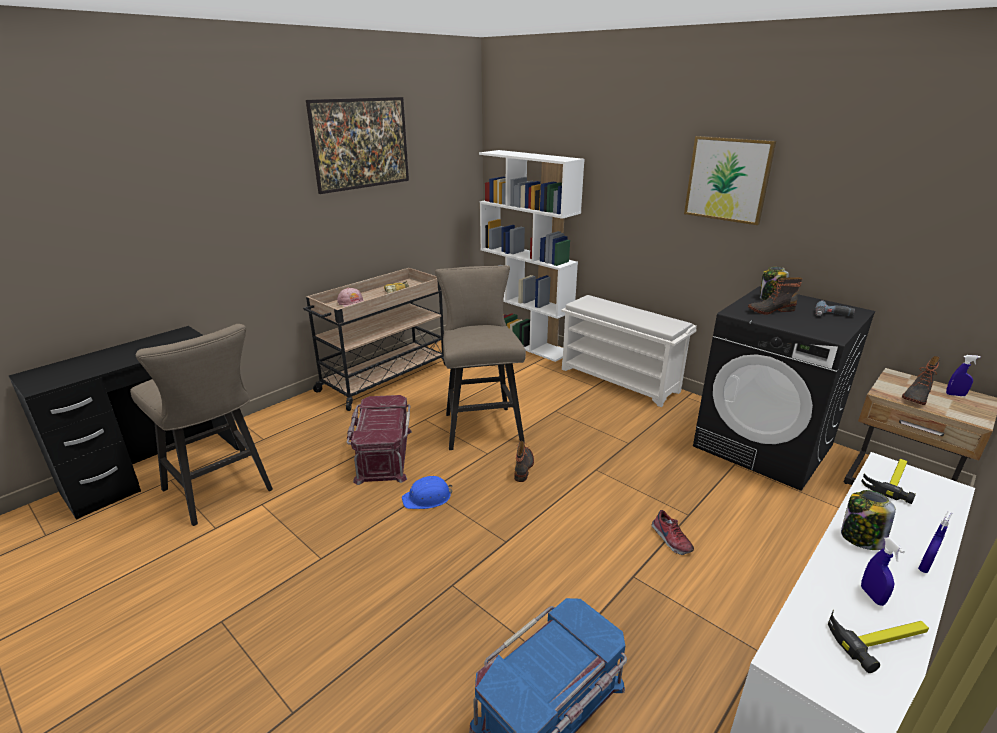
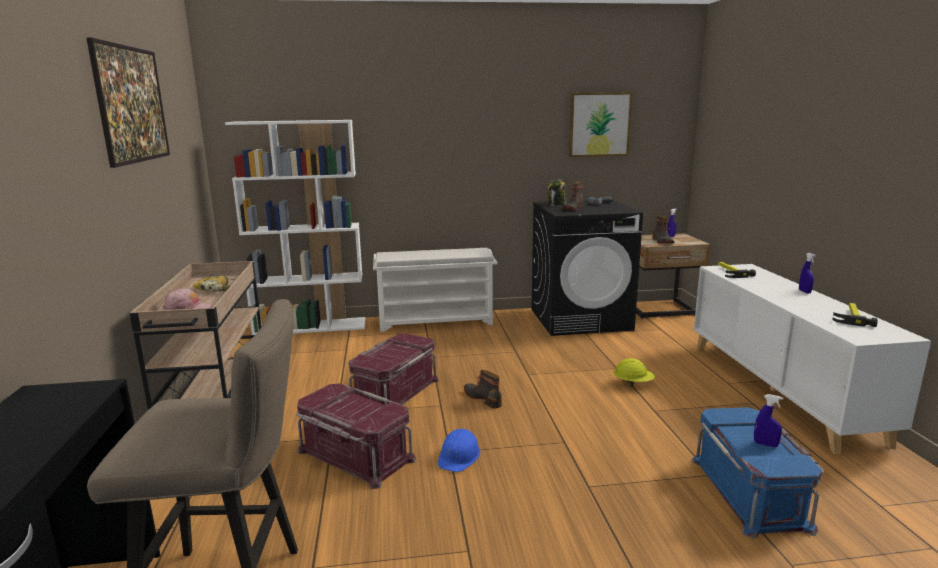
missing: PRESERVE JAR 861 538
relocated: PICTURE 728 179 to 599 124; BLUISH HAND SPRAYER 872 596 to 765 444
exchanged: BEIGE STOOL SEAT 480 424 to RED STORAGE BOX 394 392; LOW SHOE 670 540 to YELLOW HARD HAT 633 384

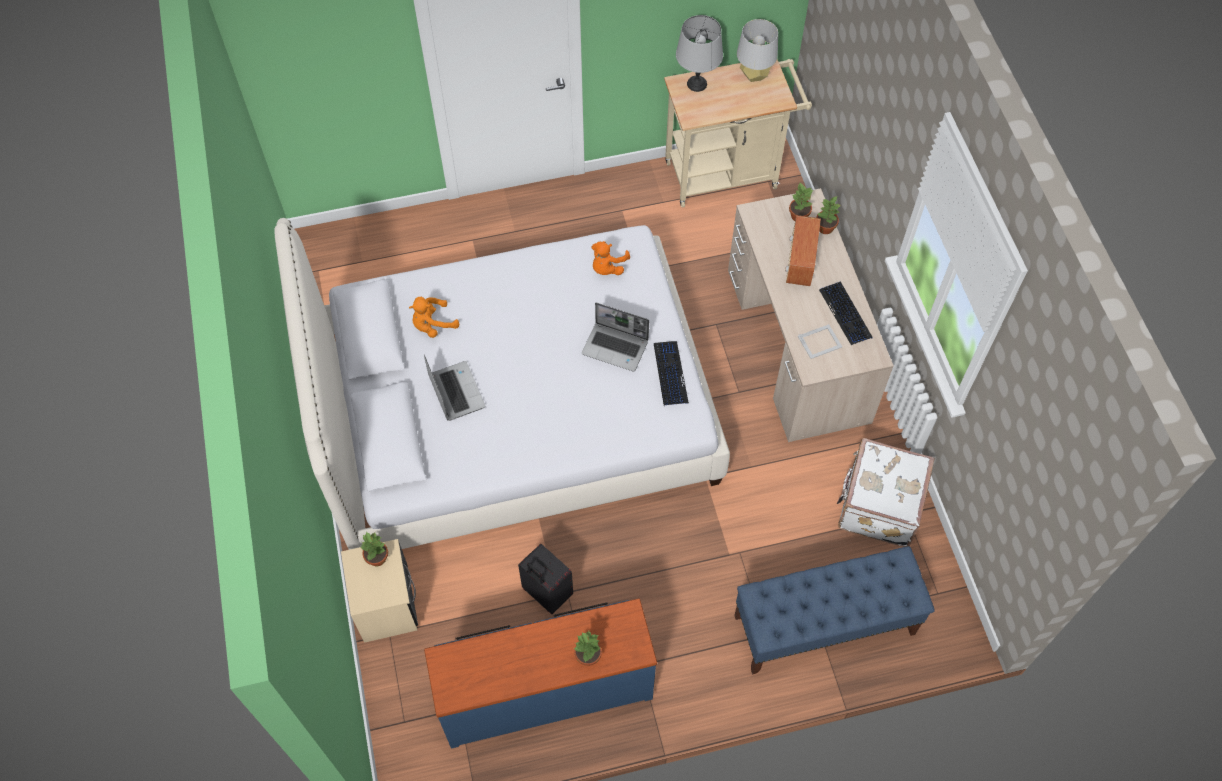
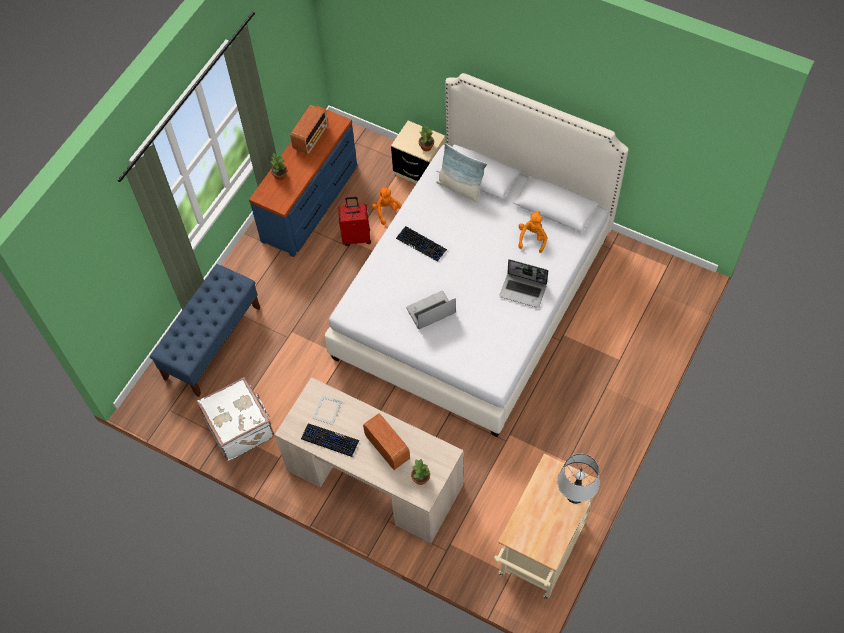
missing: GRAY LAMP FOR A TABLE 754 75; POTTED PLANT 824 228
appeared: RADIO RECEIVER 311 138; CUSHION 460 188
relocated: LAPTOP 455 391 to 523 290; ORANGE-COLOURED PLUSH TOY 607 267 to 387 211; PC KEYBOARD 670 374 to 421 244
colour: BLACK-COLOURED SUITCASE 546 594 to RED SUITCASE 356 237

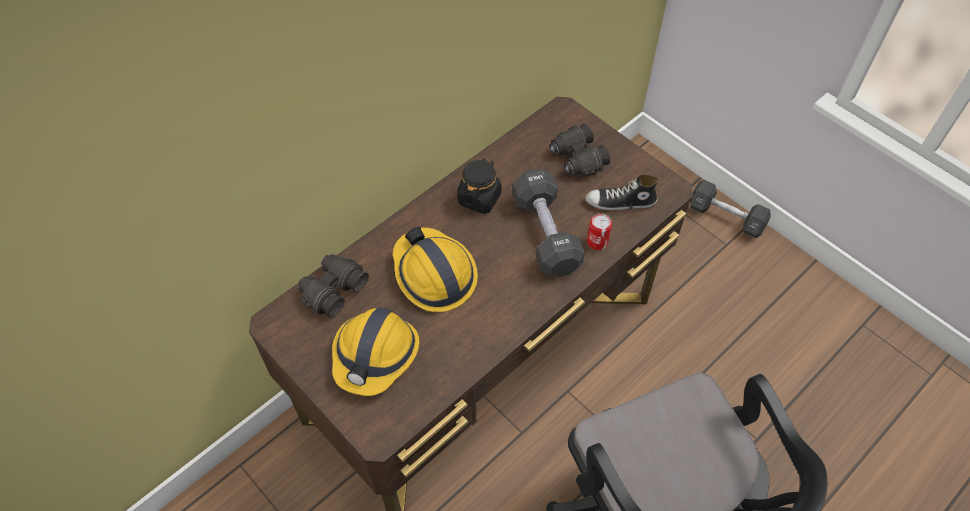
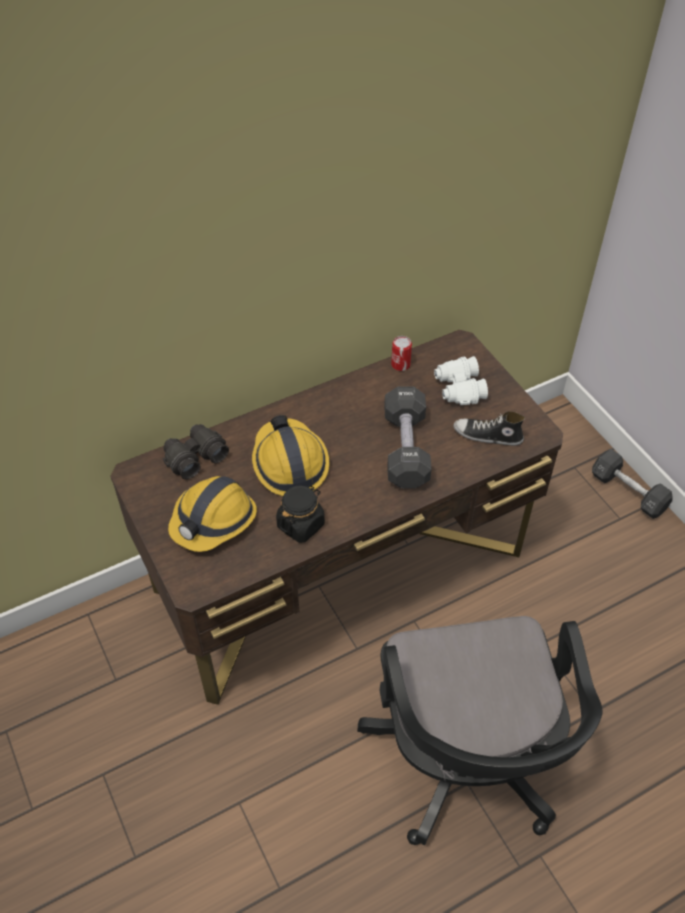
relocated: BLACK-COLOURED PRESERVE JAR 479 198 to 301 524; METAL CAN 597 242 to 400 364
colour: BLACK-COLOURED BINOCULARS 577 159 to WHITISH BINOCULARS 459 389

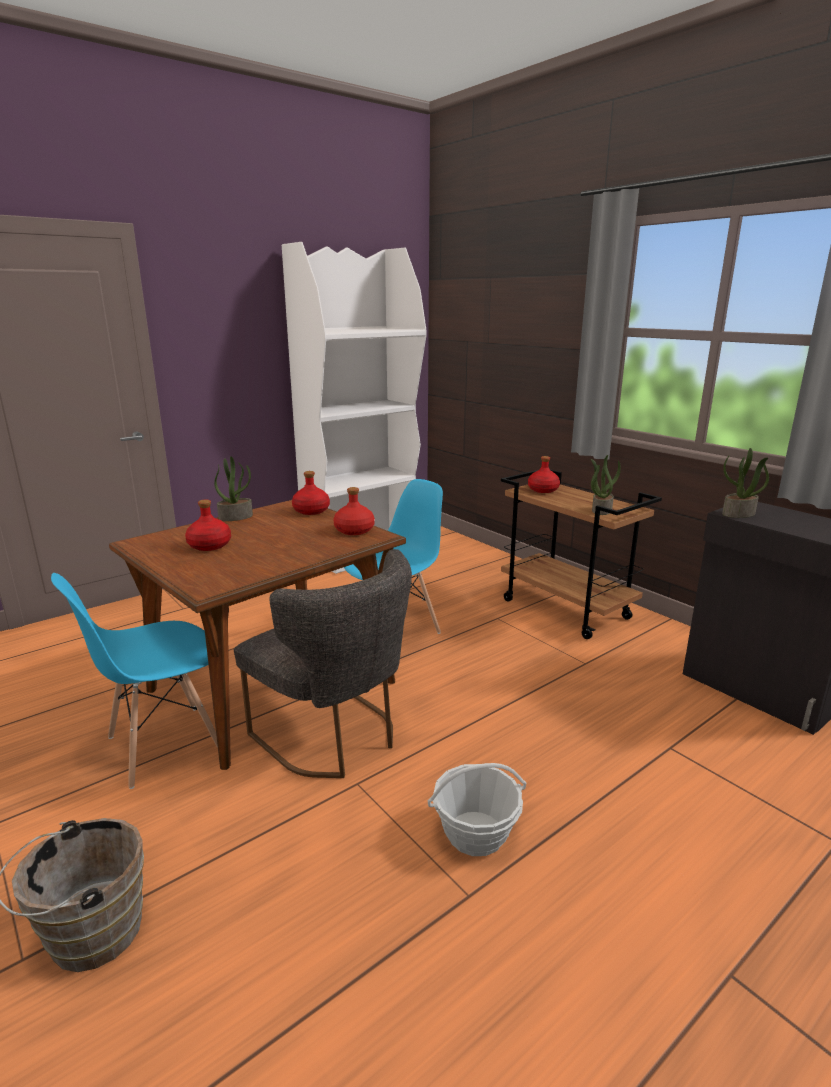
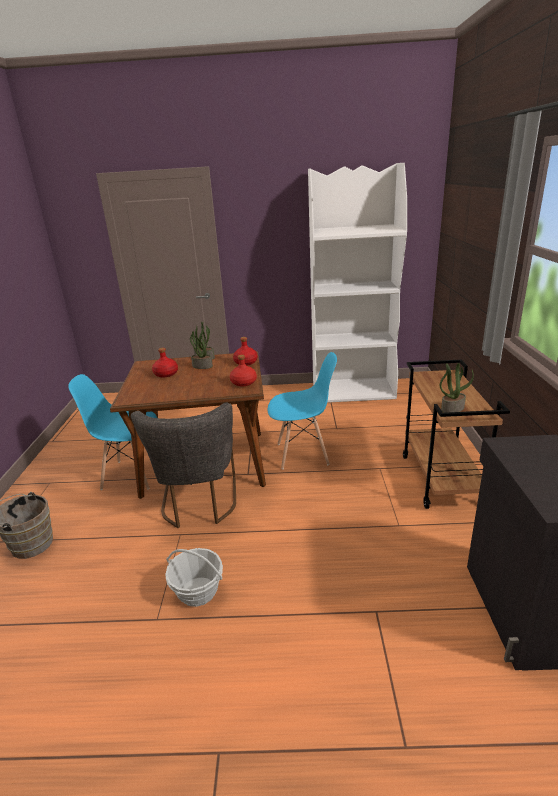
missing: RED BOTTLE 543 490
relocated: POTTED PLANT 738 514 to 202 366

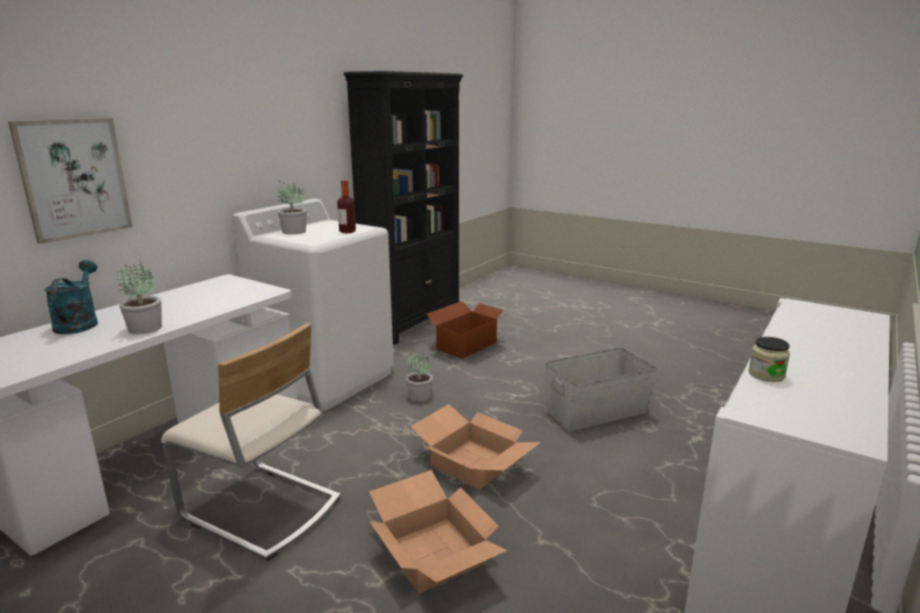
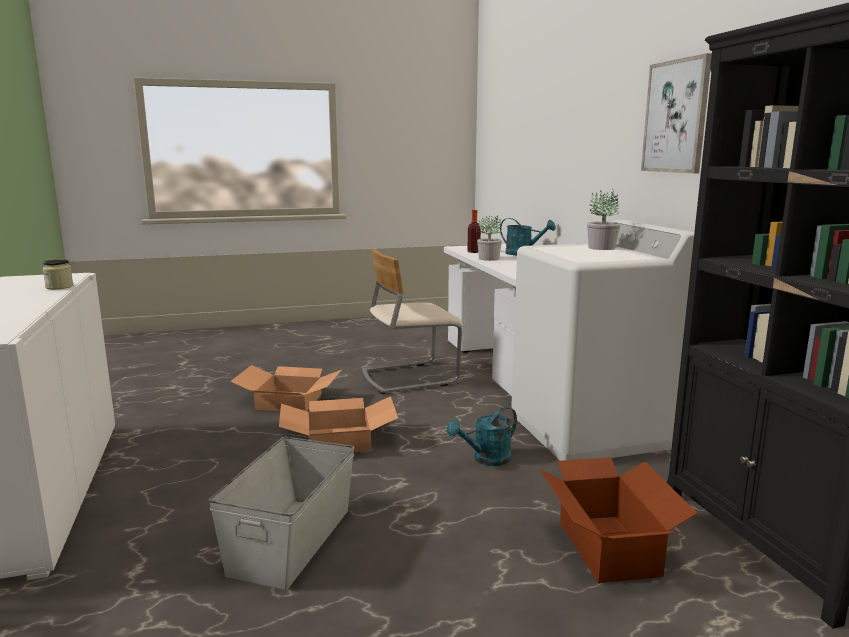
relocated: PICTURE 74 178 to 676 117; BOTTLE 347 232 to 473 252
exchanged: POTTED PLANT 419 395 to BLUE-GREEN SPRINKLING CAN 486 459

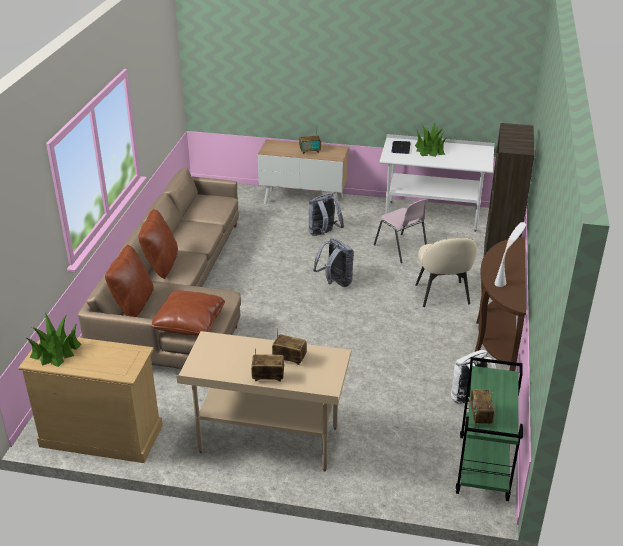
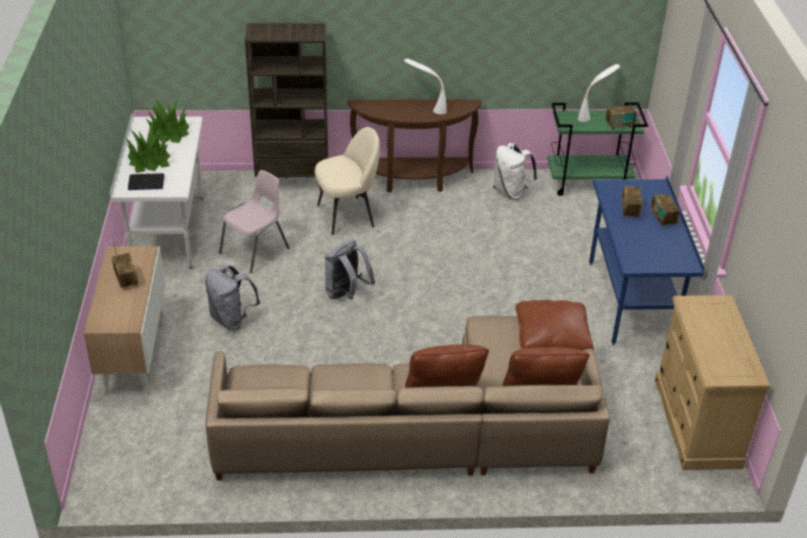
appeared: WHITISH LAMP FOR A TABLE 595 114
relocated: POTTED PLANT 55 351 to 168 132
colour: BEIGE DESK TABLE 268 440 to BLUISH DESK TABLE 630 302

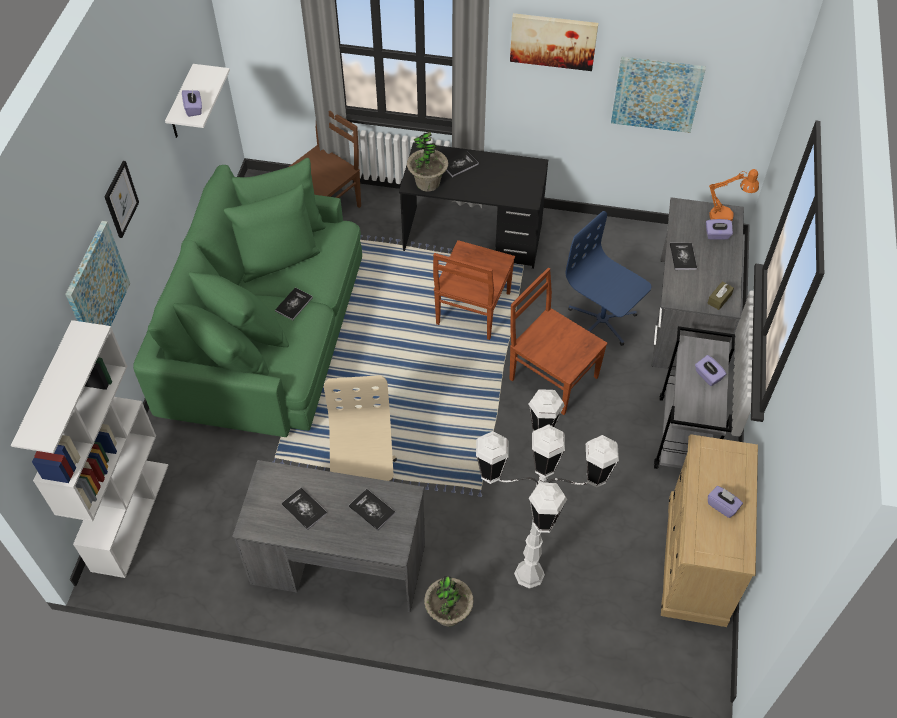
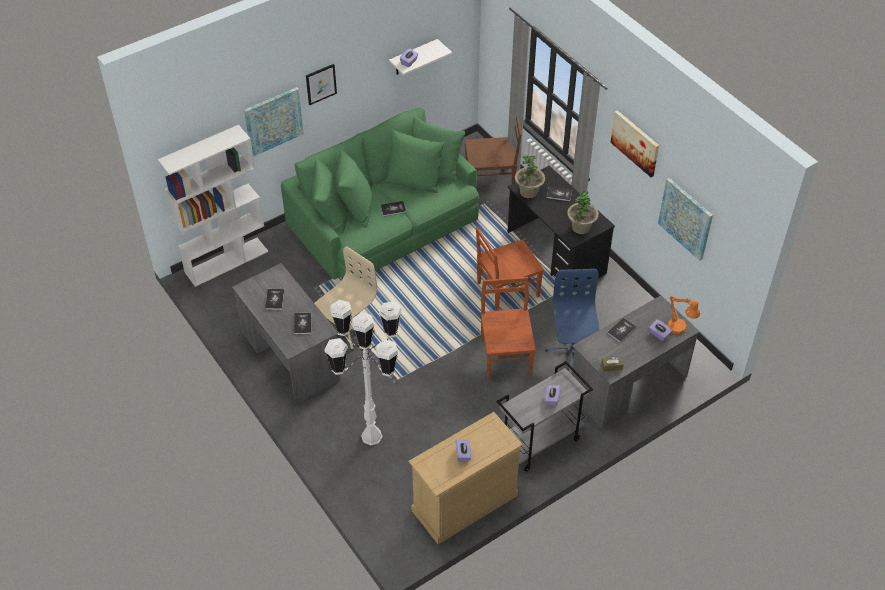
relocated: POTTED PLANT 448 613 to 581 227

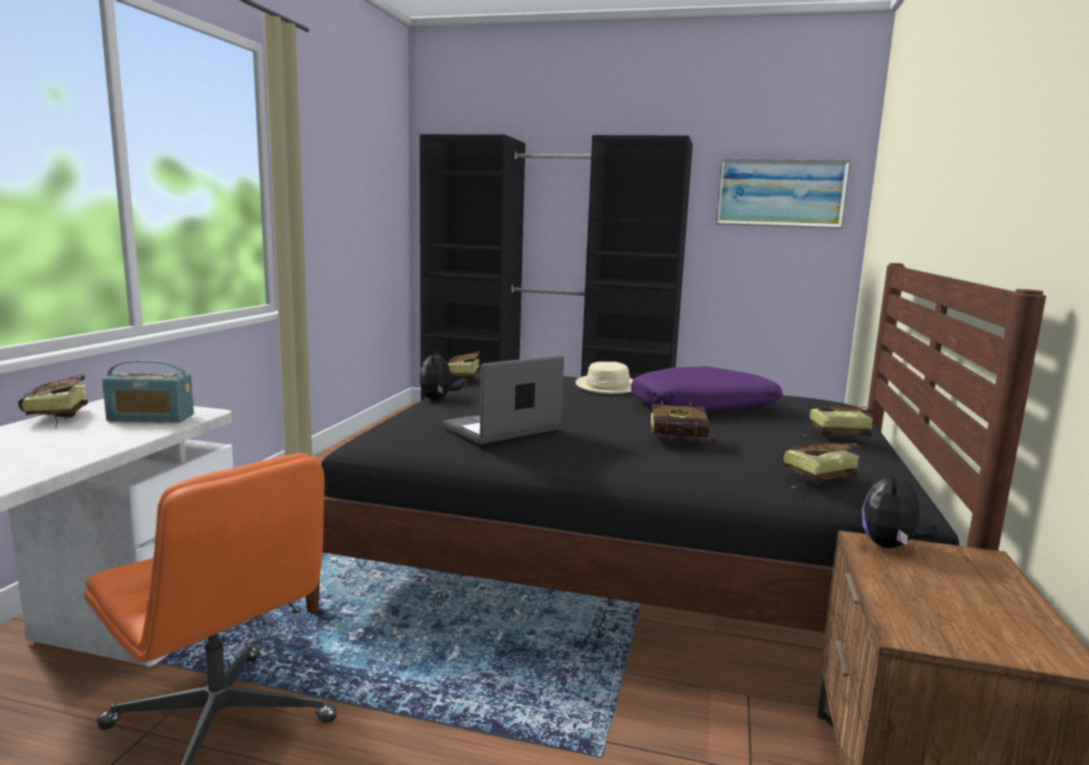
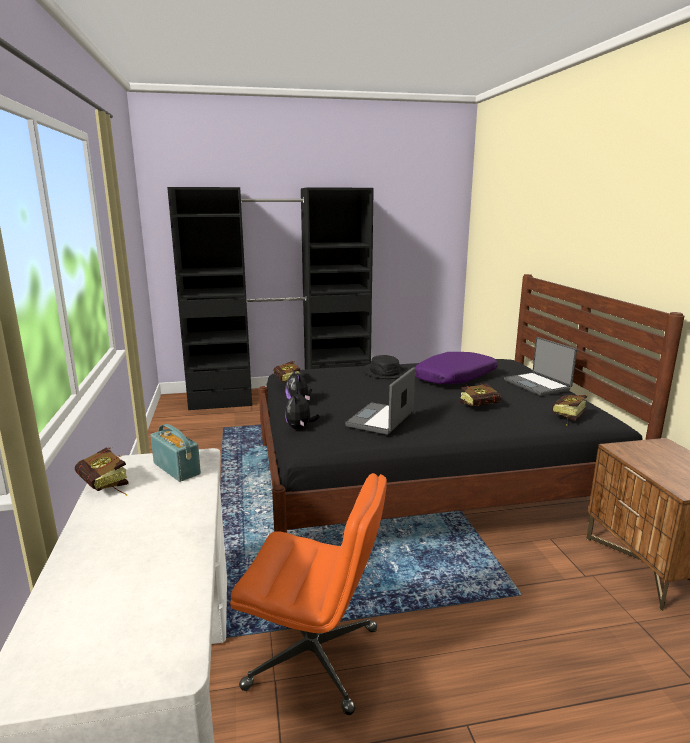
missing: PICTURE 780 193
relocated: PLUSH TOY 890 546 to 300 428
exchanged: BOUND BOOK 832 434 to LAPTOP 537 385
colour: BEIGE HAT 607 386 to BLACK-COLOURED HAT 385 372
spun: RADIO RECEIVER 151 418 = 177 469 105 degrees counterclockwise

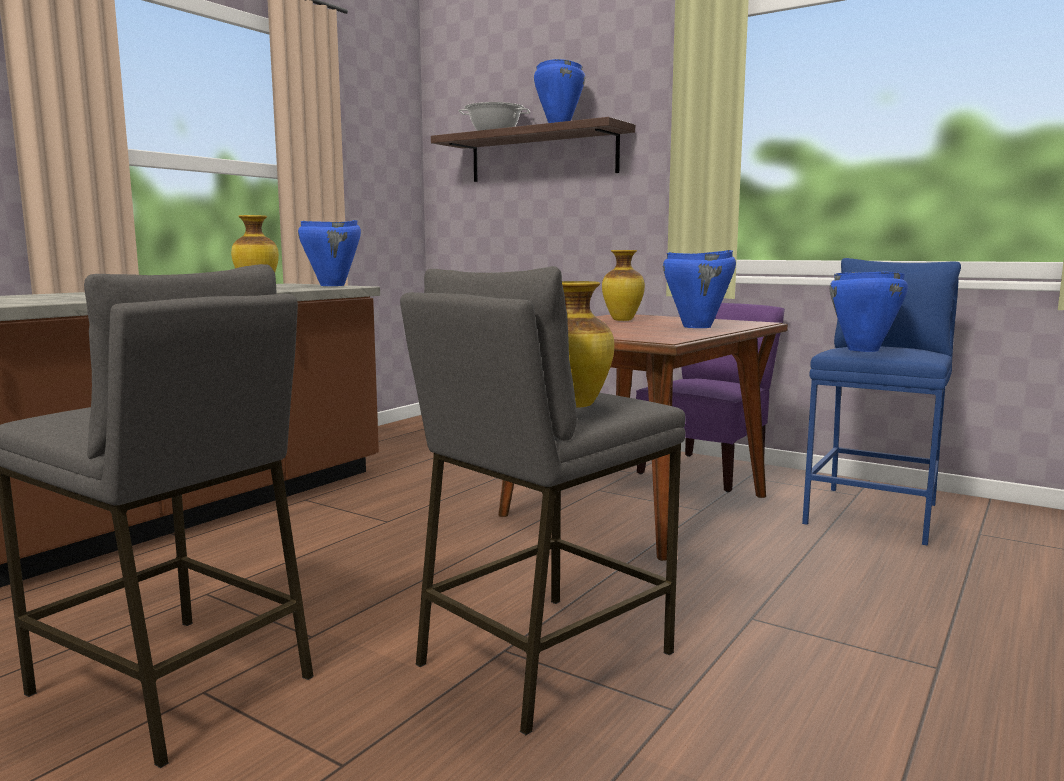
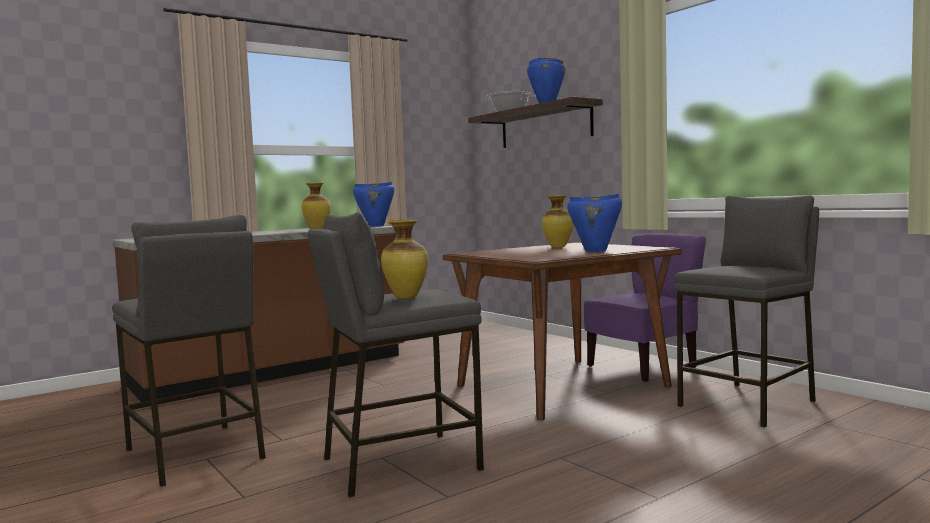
missing: BLUISH COOKING POT 862 350
colour: BLUISH STOOL SEAT 874 514 to GRAY STOOL SEAT 748 403

